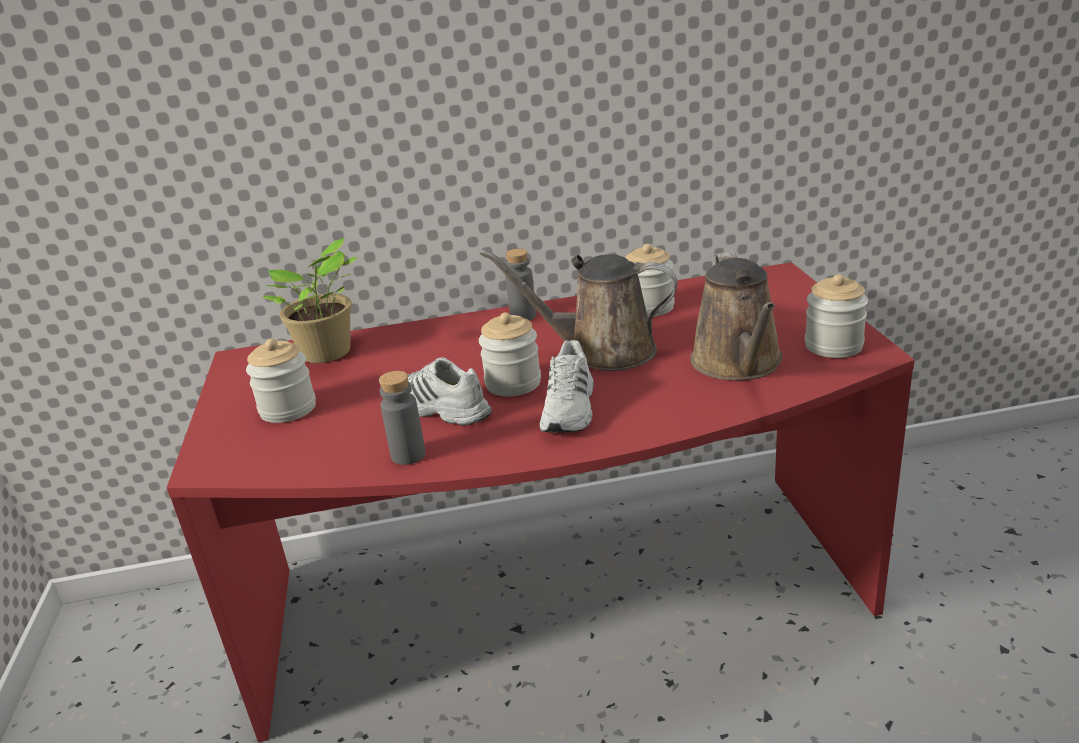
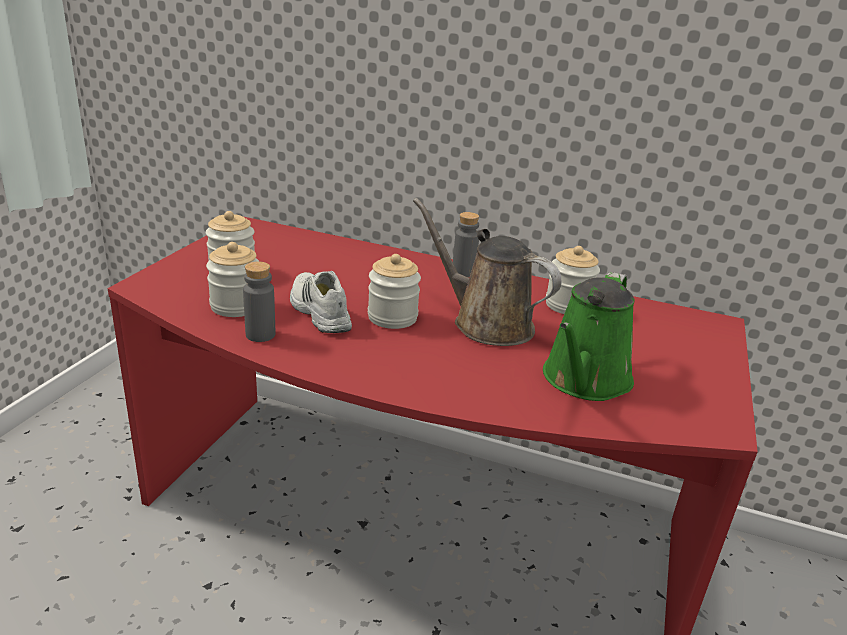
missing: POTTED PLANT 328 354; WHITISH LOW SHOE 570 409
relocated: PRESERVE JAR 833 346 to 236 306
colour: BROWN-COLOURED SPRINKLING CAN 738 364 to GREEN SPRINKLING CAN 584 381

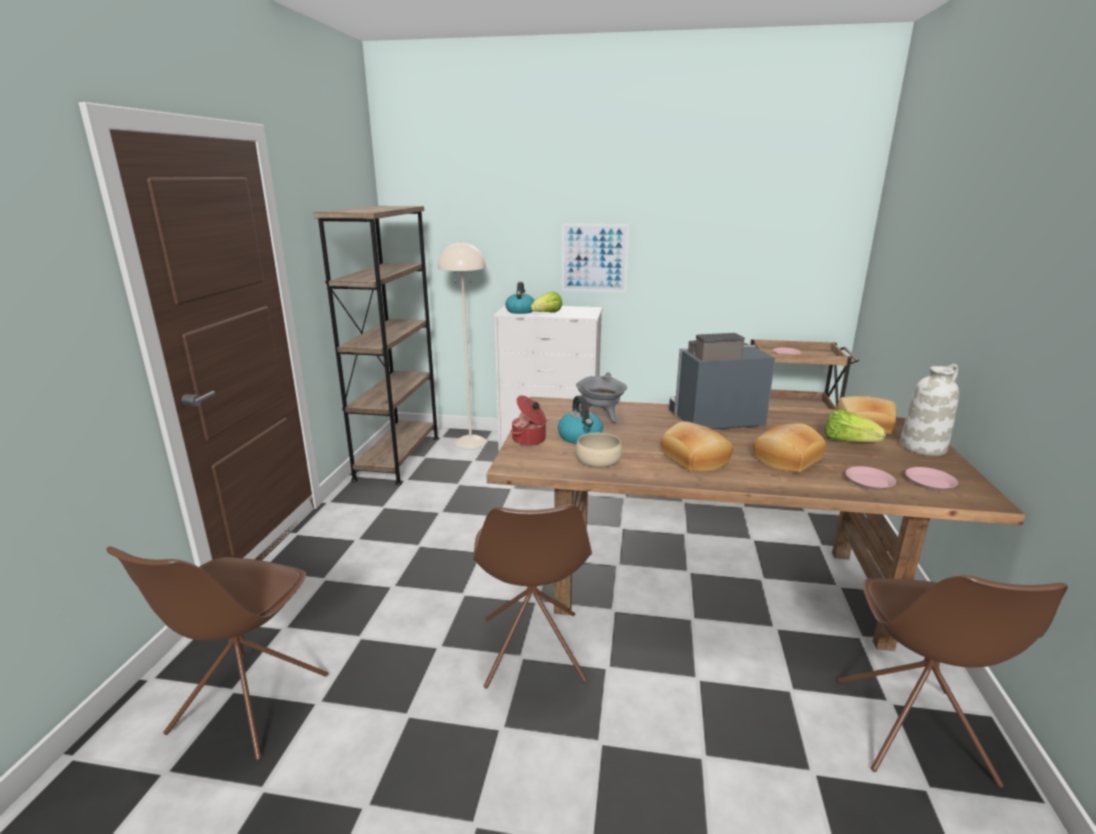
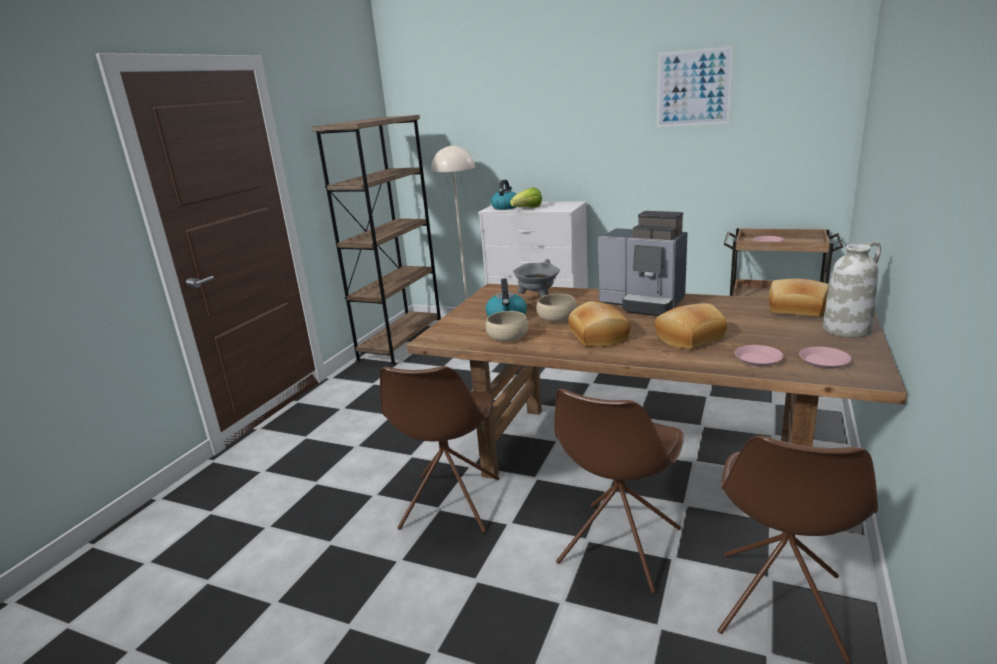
missing: COOKING POT 529 440; HEAD OF LETTUCE 848 442
appeared: BEIGE BOWL 557 318
relocated: BROWN-COLOURED CHAIR 248 705 to 618 547; PICTURE 594 258 to 693 88
spun: COFFEE MACHINE 713 420 = 643 303 150 degrees counterclockwise

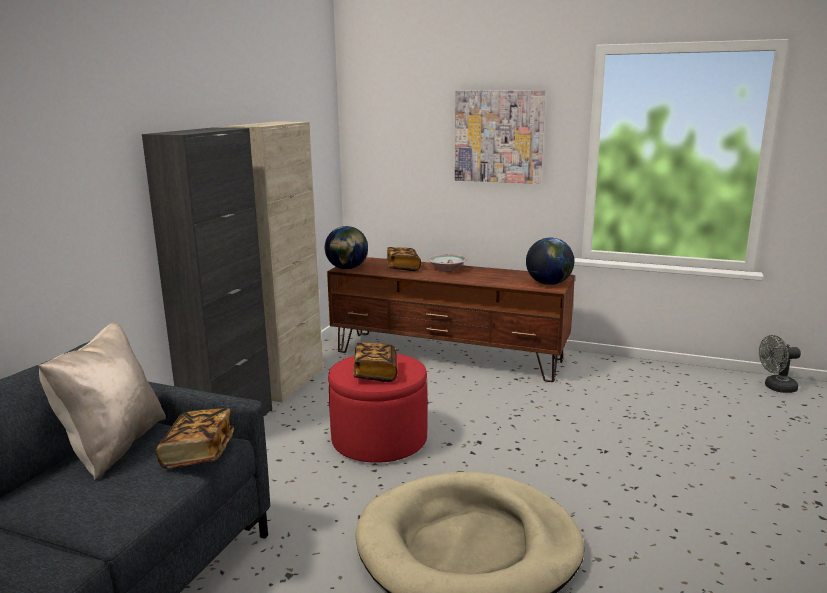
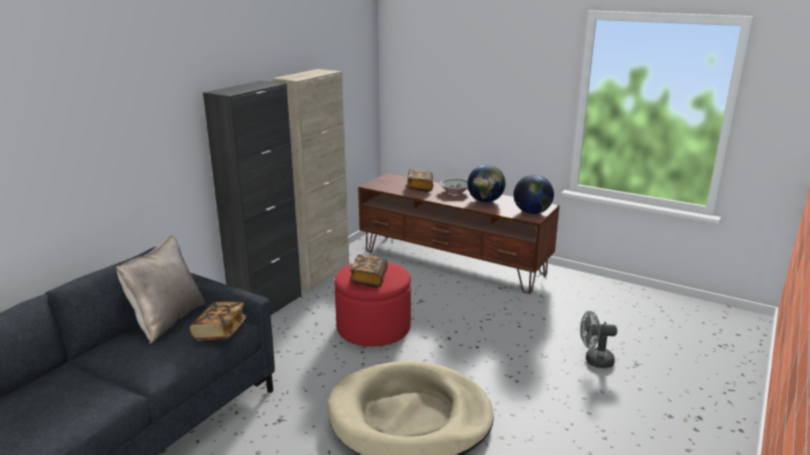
missing: PICTURE 498 136
relocated: DESK GLOBE 347 268 to 485 201; GRAY FAN 776 388 to 594 360

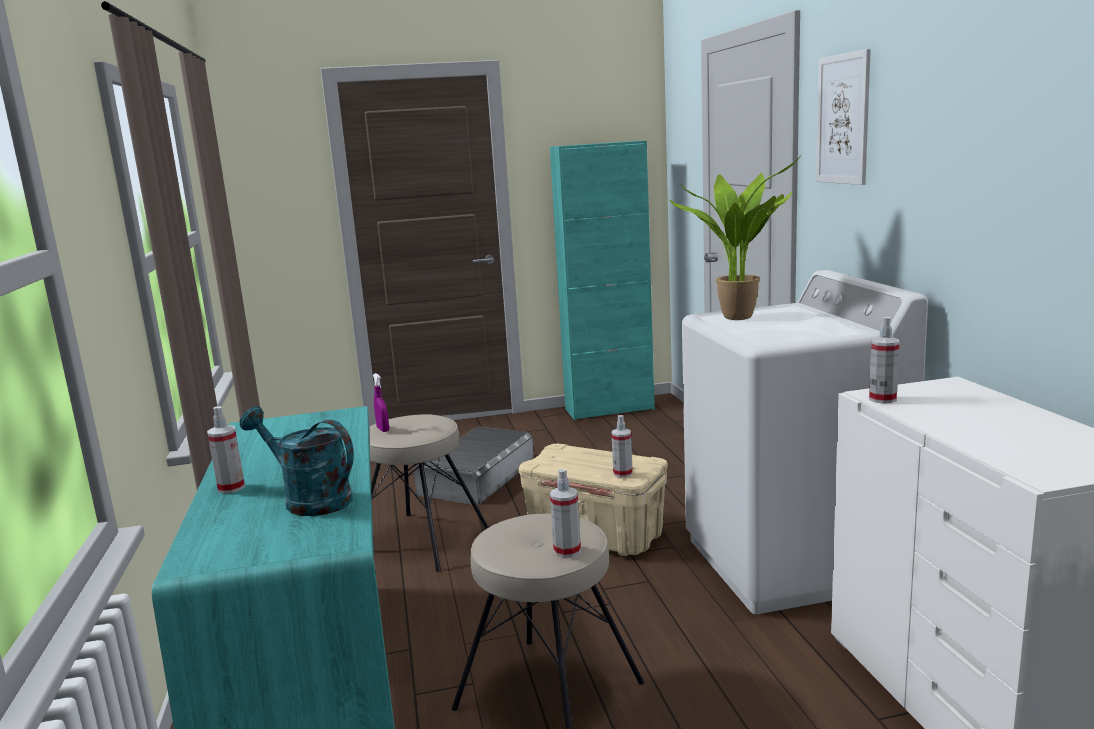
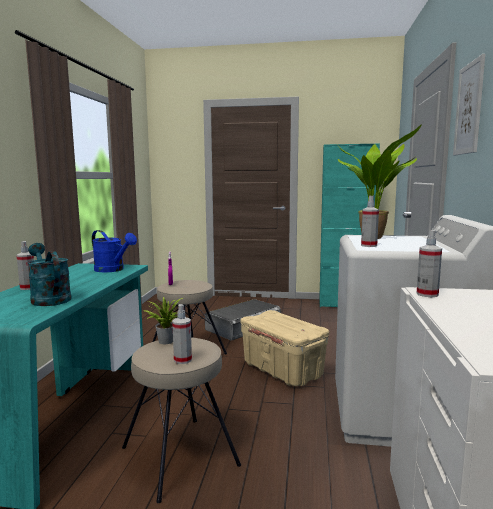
appeared: BLUISH SPRINKLING CAN 113 270; POTTED PLANT 164 341
relocated: HAND SPRAYER 622 473 to 369 245

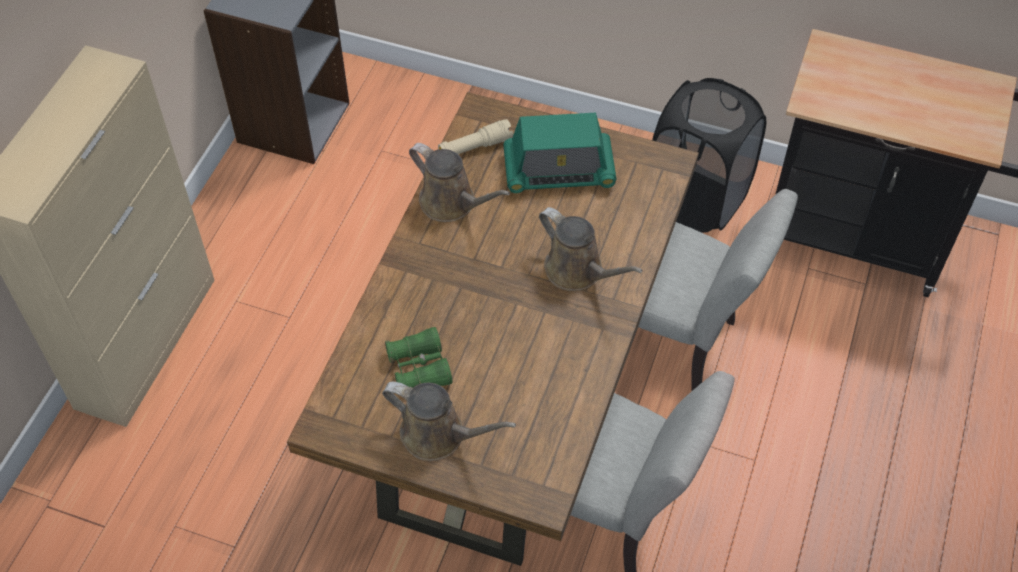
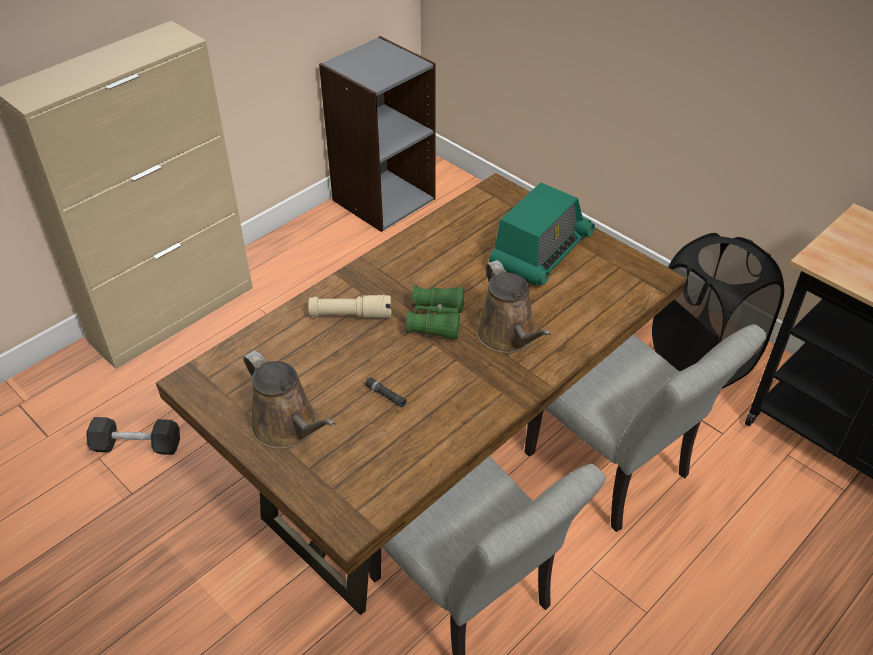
missing: BROWN-COLOURED SPRINKLING CAN 452 203
appeared: BLACK-COLOURED FREE WEIGHT 137 445; BLACK-COLOURED TORCH 385 395
relocated: GREEN BINOCULARS 419 368 to 436 320; BEIGE TORCH 475 147 to 350 315
spun: RADIO RECEIVER 558 171 = 540 252 75 degrees counterclockwise

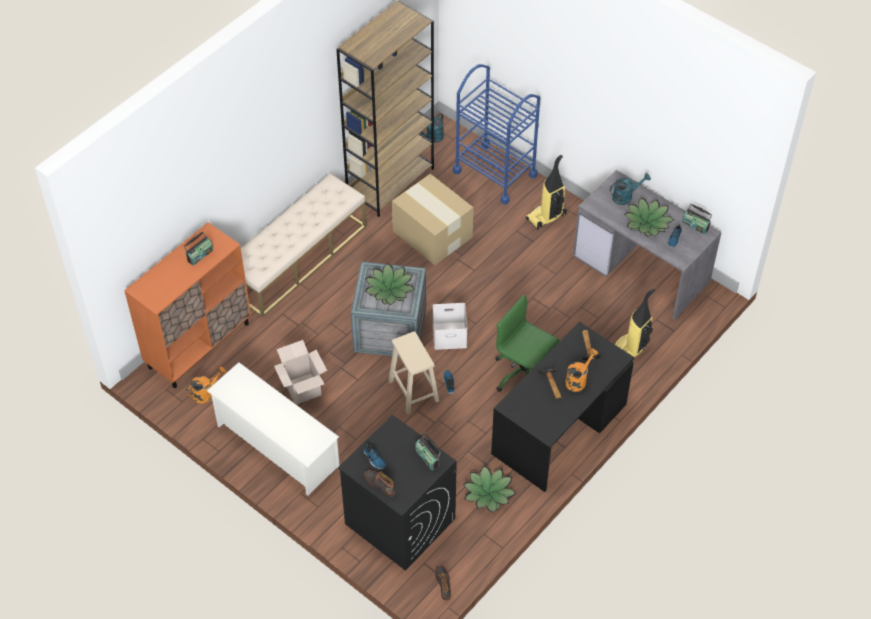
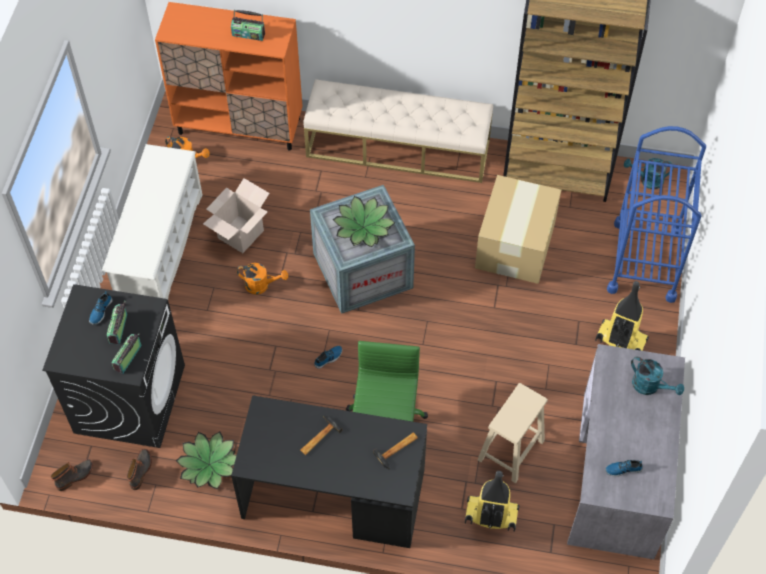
missing: WHITISH STORAGE BOX 449 336; POTTED PLANT 647 222
relocated: TALL BOOT 380 484 to 141 470; BEIGE STOOL SEAT 413 390 to 511 449; ORANGE-COLOURED SPRINKLING CAN 578 379 to 261 285; RADIO RECEIVER 695 225 to 119 329

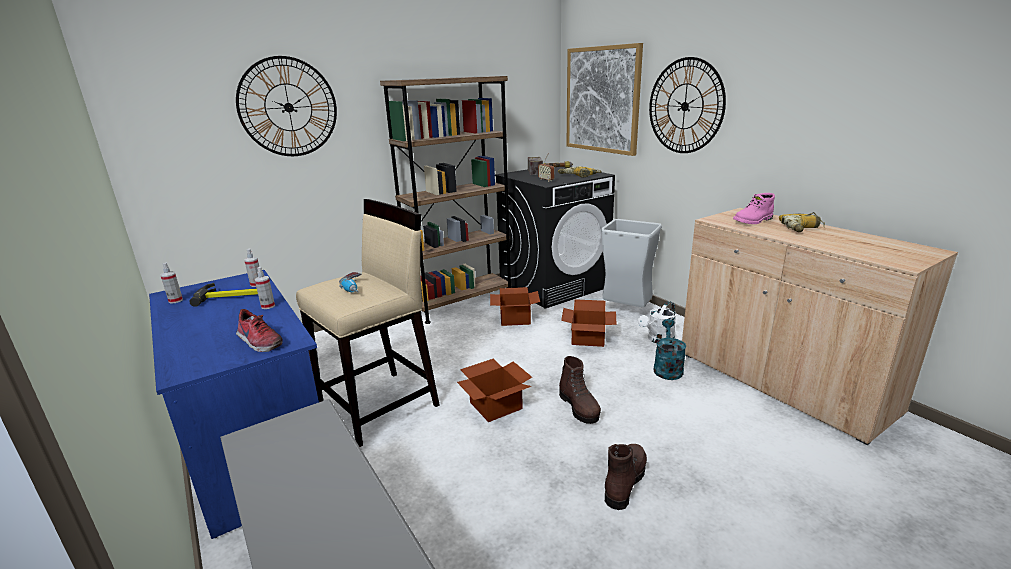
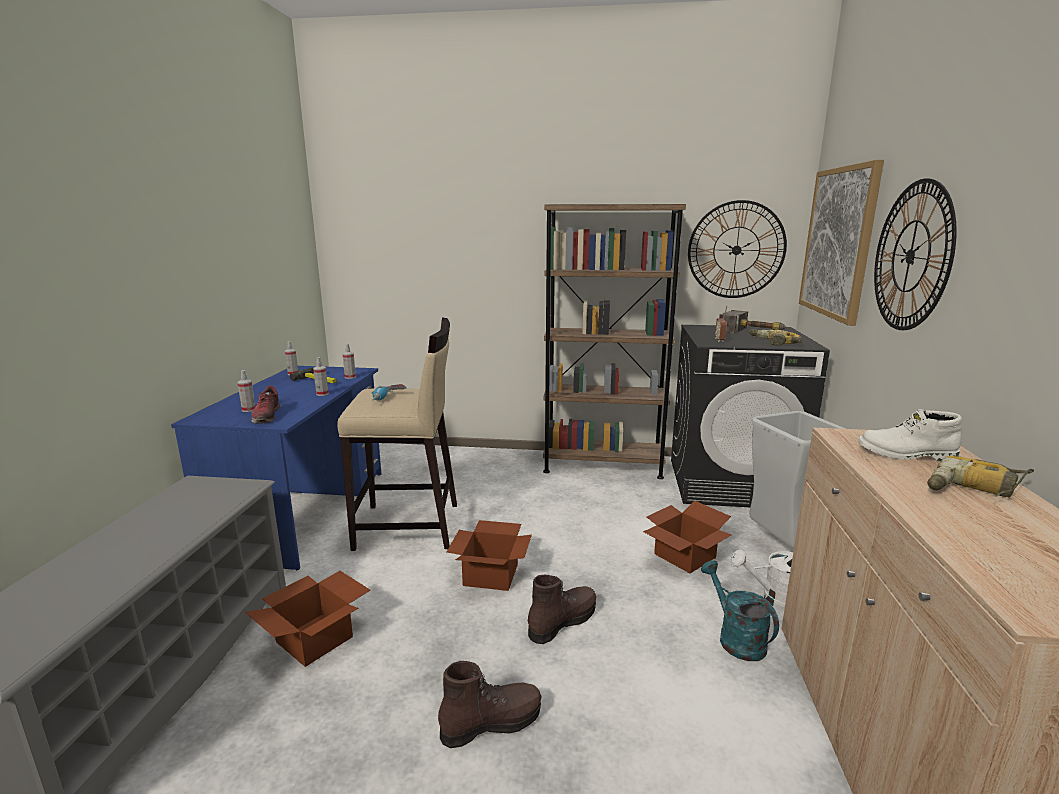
appeared: HAND SPRAYER 249 410
relocated: HANGING CLOCK 288 107 to 736 250; CARTON 515 318 to 317 639
colour: PINKISH TALL BOOT 753 221 to WHITISH TALL BOOT 906 454
spun: BROWN-COLOURED TALL BOOT 579 407 = 562 621 150 degrees counterclockwise; BLUE-GREEN SPRINKLING CAN 667 368 = 735 638 75 degrees counterclockwise

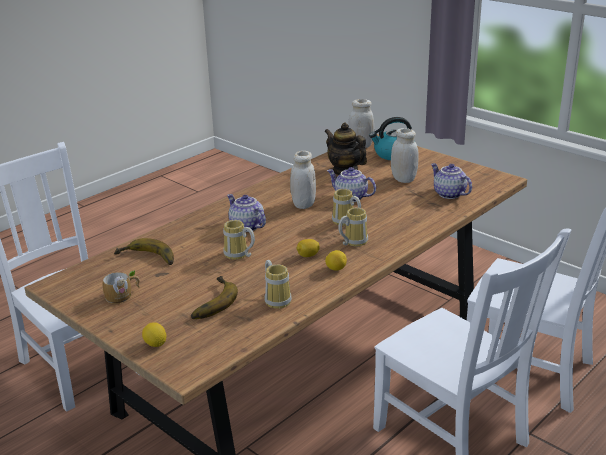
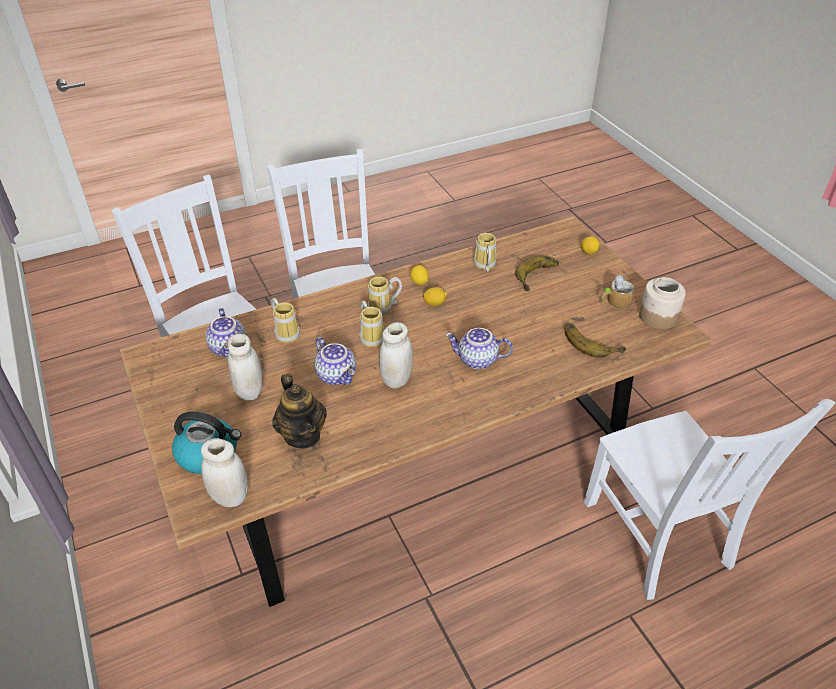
appeared: PRESERVE JAR 657 316
relocated: TEA MUG 238 255 to 286 332
spun: TEA POT 246 226 = 477 360 120 degrees clockwise

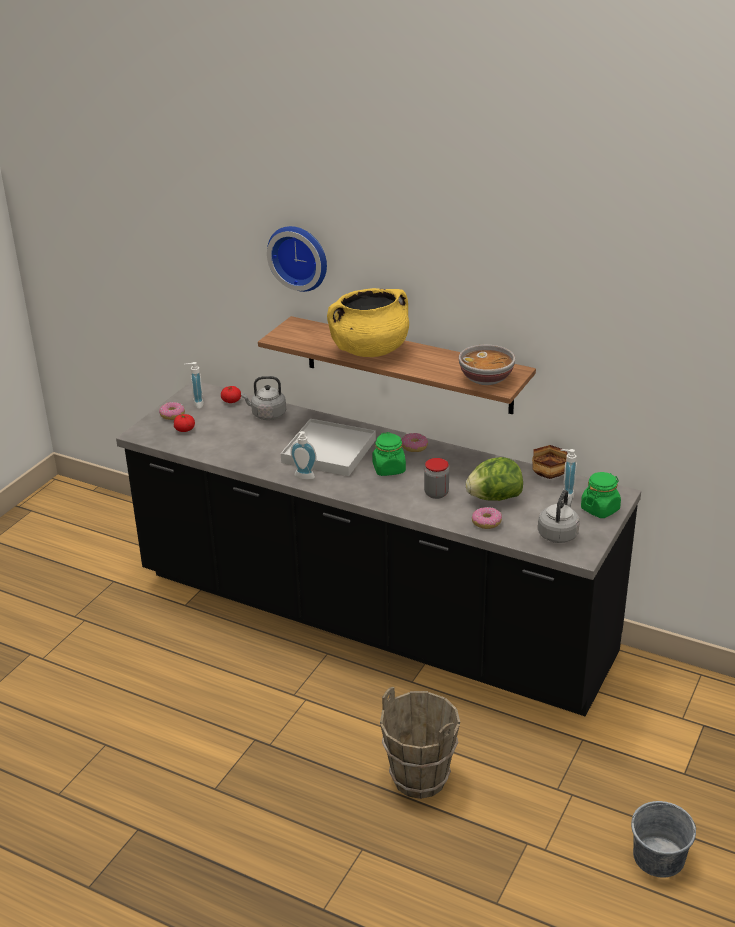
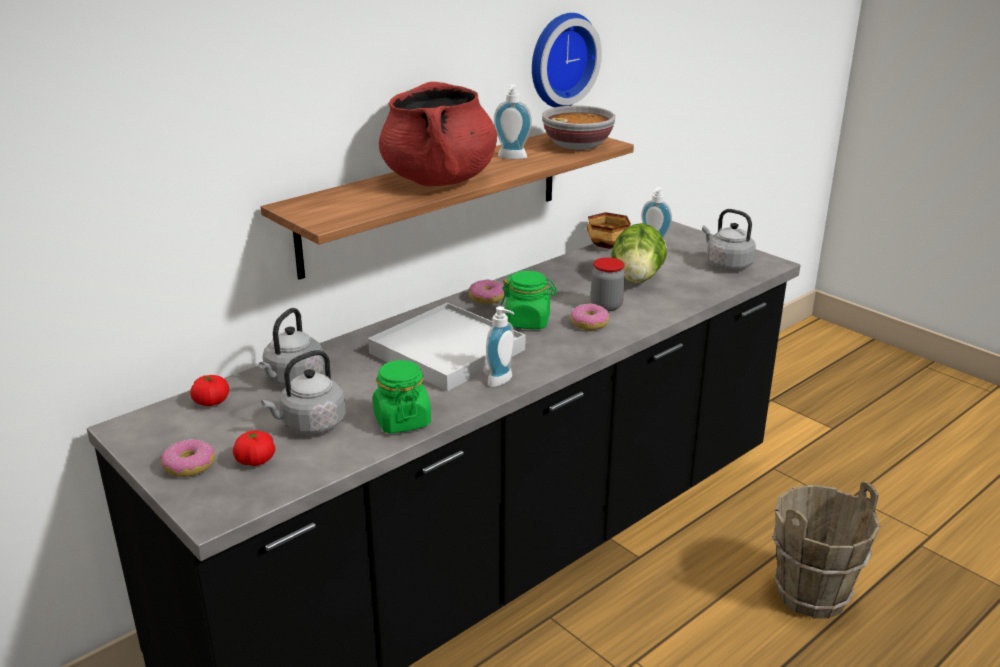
missing: GRAY WATER BUCKET 659 857
appeared: GRAY WATER KETTLE 310 425
relocated: SOAP BOTTLE 196 404 to 511 158; HANGING CLOCK 300 256 to 560 59; DOUGHNUT 486 522 to 589 323; GREEN PRESERVE JAR 600 509 to 402 421
colour: YELLOW COOKING POT 369 350 to RED COOKING POT 439 180

